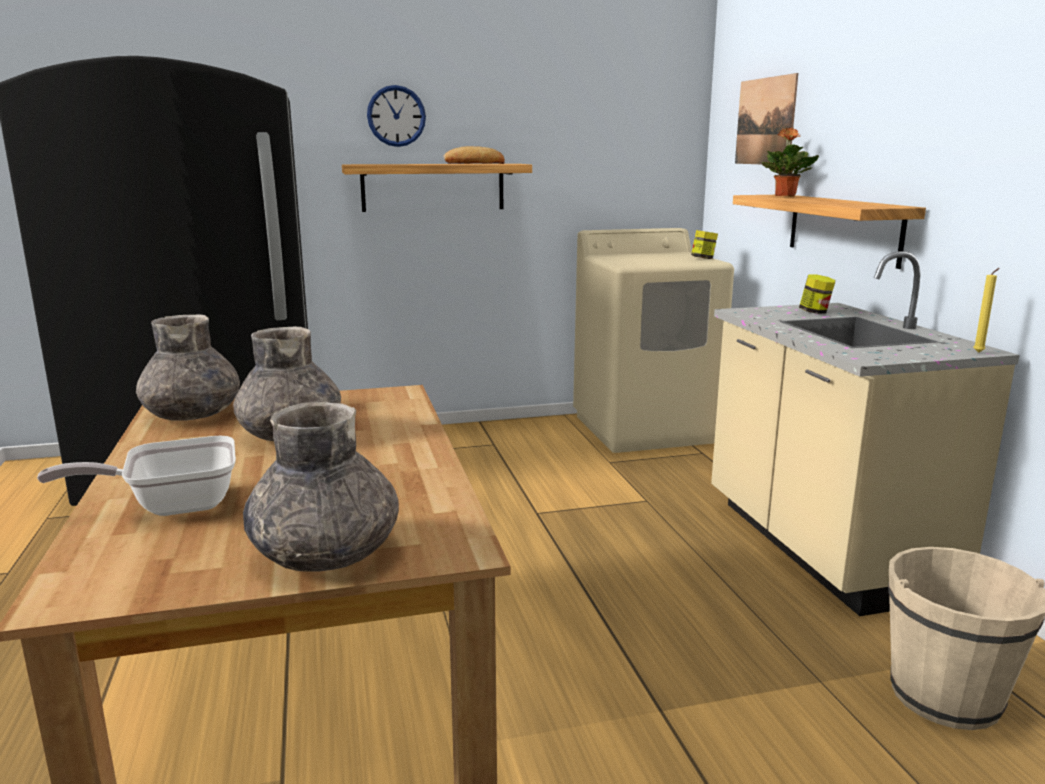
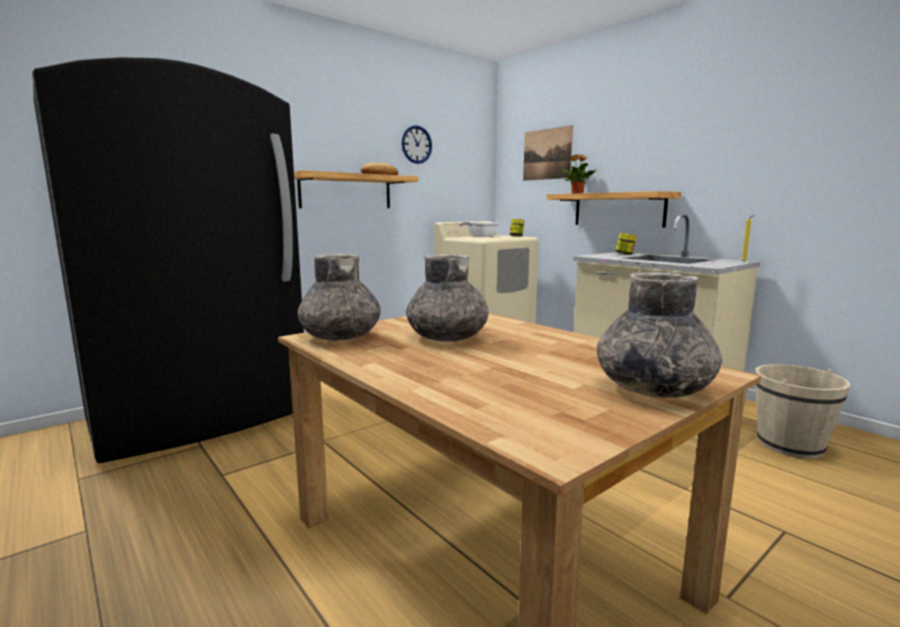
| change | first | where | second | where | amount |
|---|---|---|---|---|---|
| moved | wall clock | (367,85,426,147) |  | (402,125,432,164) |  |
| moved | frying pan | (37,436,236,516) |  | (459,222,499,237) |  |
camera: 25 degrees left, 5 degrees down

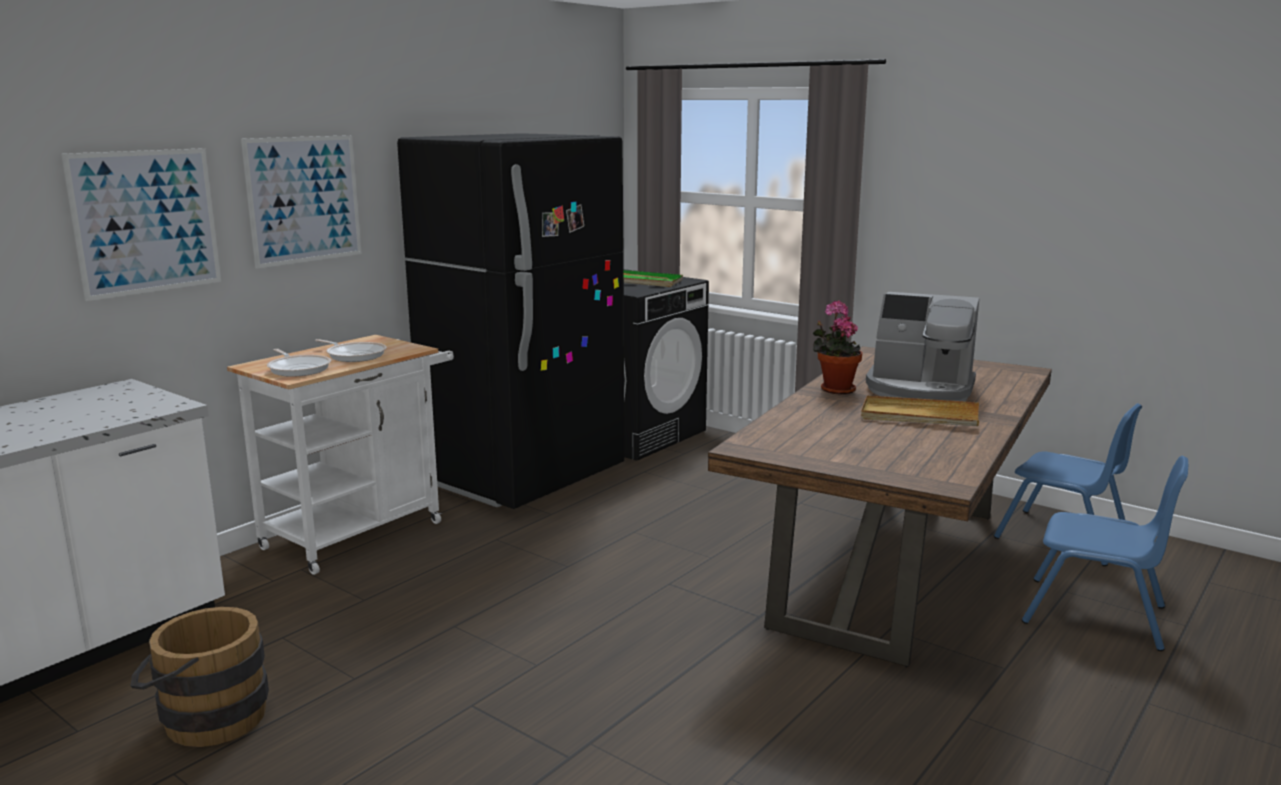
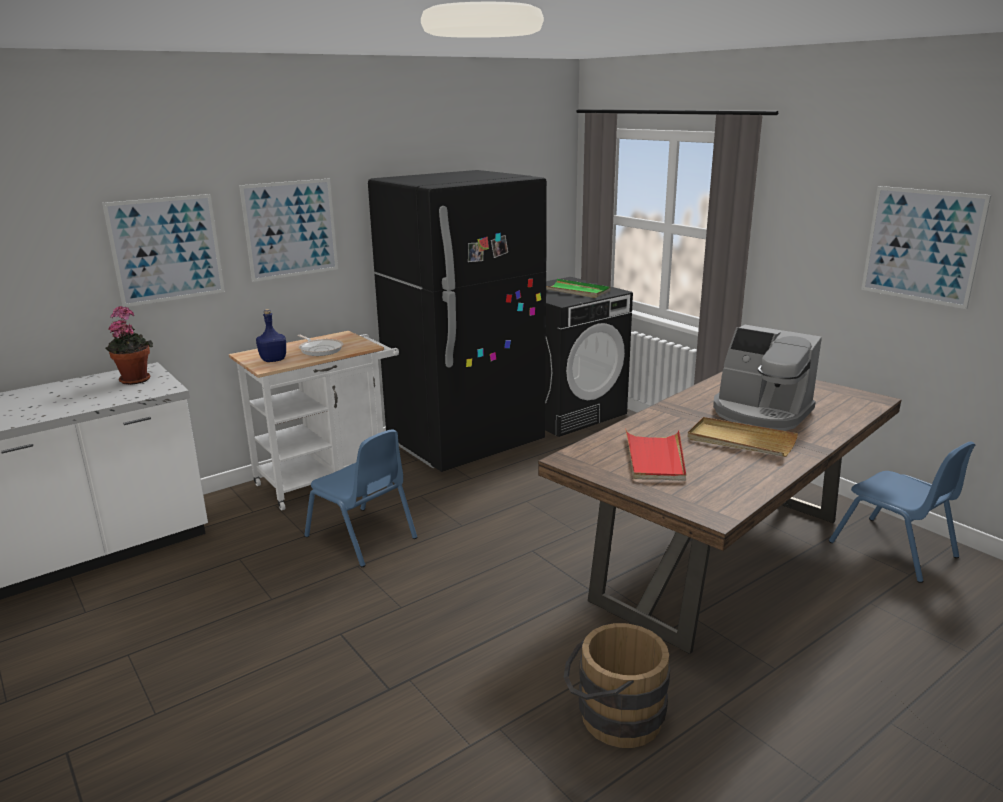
| change | first | where | second | where | amount |
|---|---|---|---|---|---|
| moved | potted plant | (813,300,862,395) |  | (105,306,153,385) |  |
| replaced | frying pan | (267,349,331,377) | blue bottle | (256,309,286,362) |  |
| moved | blue chair | (1022,456,1188,651) |  | (304,430,417,567) |  |
| moved | brown bucket | (130,607,269,747) |  | (564,623,670,748) |  |
| added |  |  | picture | (861,186,991,309) |  |
| added |  |  | red tray | (625,429,686,481) |  |
camera: 15 degrees right, 5 degrees up

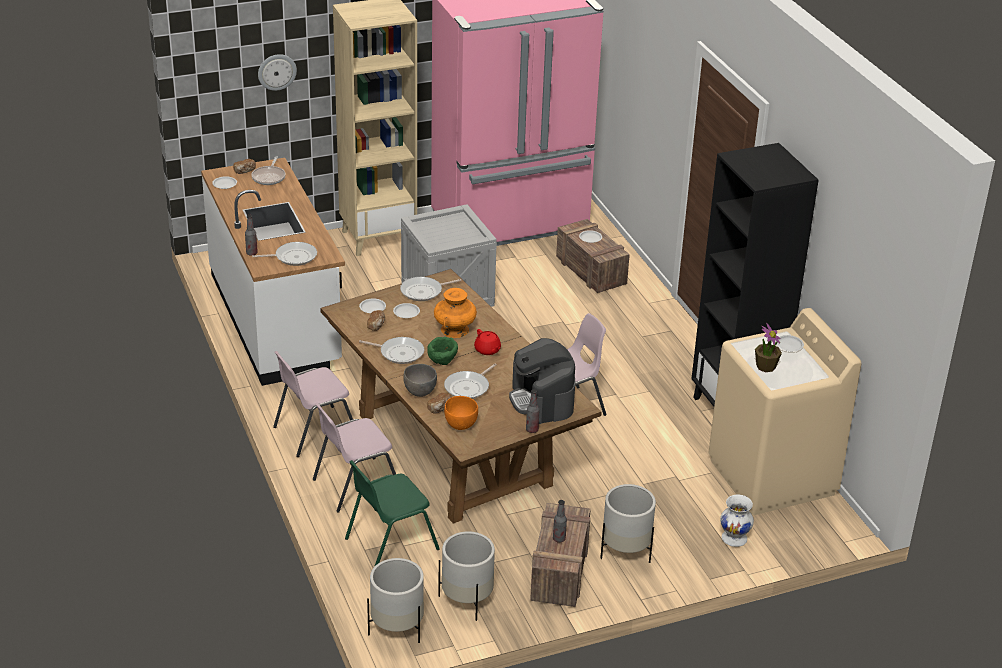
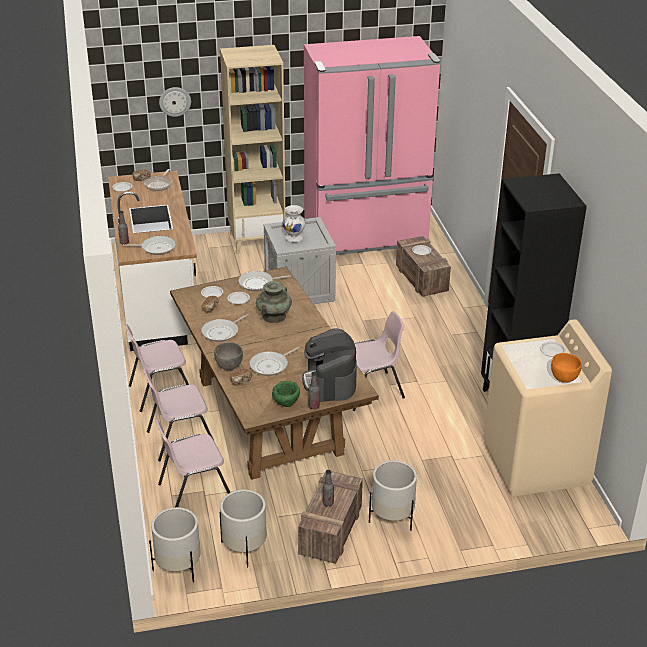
| change | first | where | second | where | amount |
|---|---|---|---|---|---|
| recoloured | orange vase | (434,288,477,338) | turquoise vase | (256,281,292,323) |  |
| removed | potted plant | (755,323,782,372) |  |  |  |
| removed | red teapot | (474,329,501,355) |  |  |  |
| turned | frying pan | (359,337,424,364) |  | (201,314,249,342) | 105 degrees clockwise |
| moved | green bowl | (427,337,458,365) |  | (272,381,300,407) |  |
| moved | orange bowl | (444,396,478,430) |  | (551,353,582,383) |  |
| recoloured | green chair | (345,460,440,567) | pink chair | (155,420,231,507) |  |
| moved | white vase | (720,494,754,547) |  | (282,205,306,242) |  |
camera: 10 degrees right, 0 degrees up

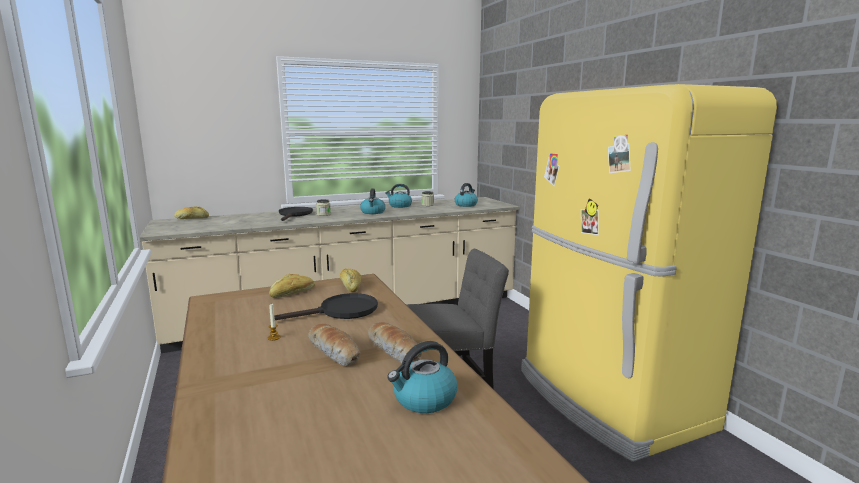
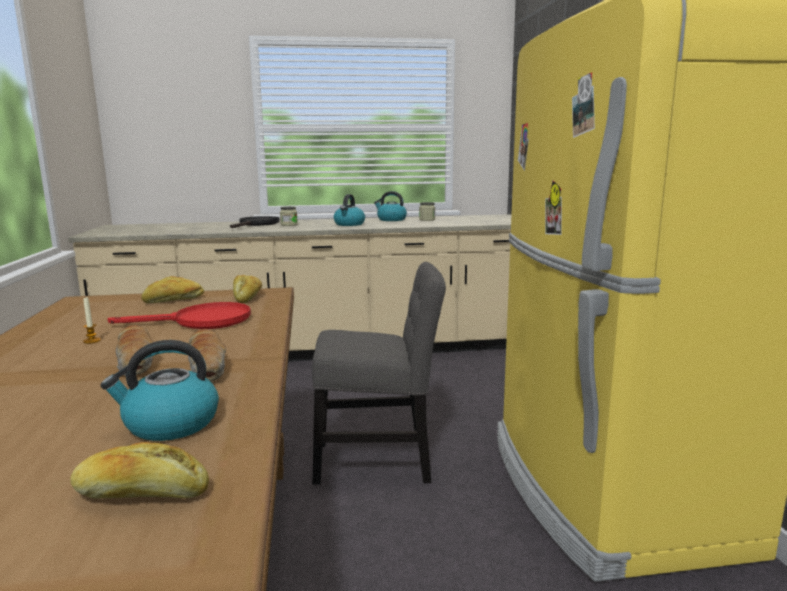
| change | first | where | second | where | amount |
|---|---|---|---|---|---|
| removed | kettle | (454,183,478,207) |  |  |  |
| moved | bread | (174,206,209,219) |  | (70,442,209,498) |  |
| recoloured | black frying pan | (274,293,378,320) | red frying pan | (108,302,251,329) |  |
camera: 15 degrees right, 0 degrees up

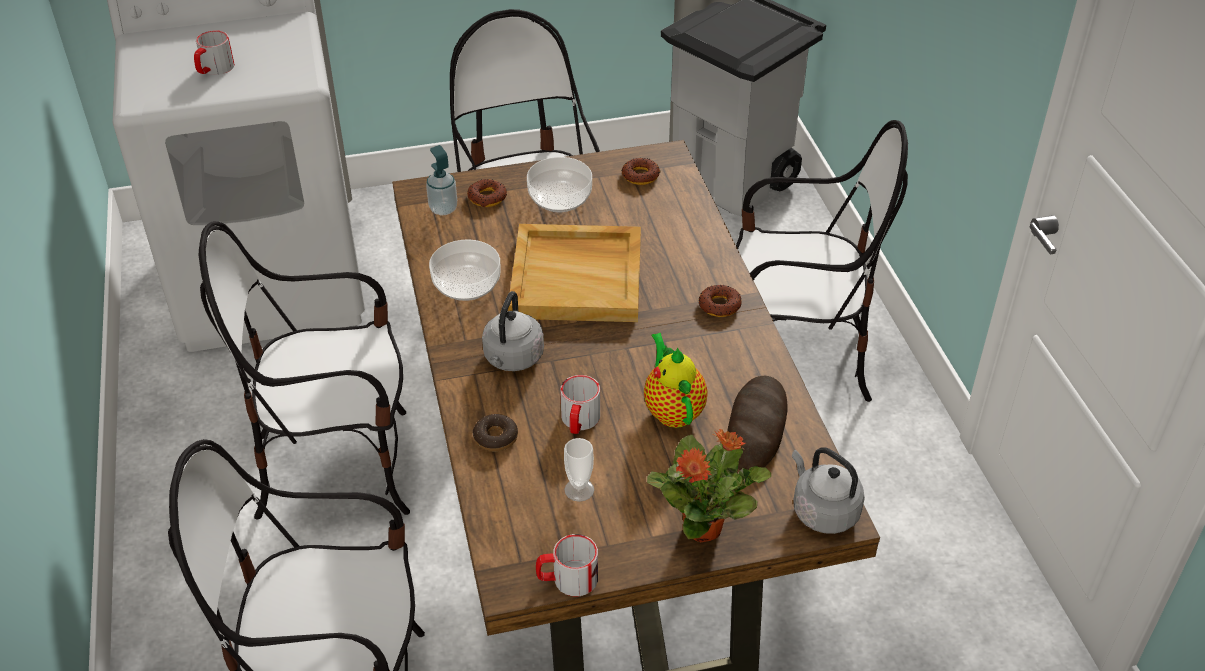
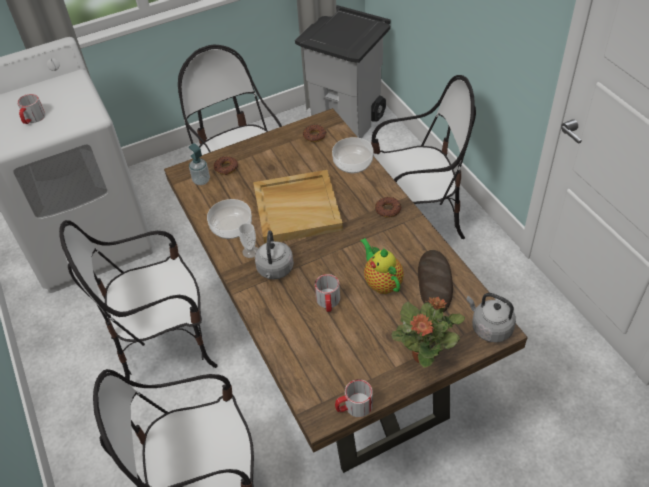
| change | first | where | second | where | amount |
|---|---|---|---|---|---|
| moved | bowl | (527,157,592,212) |  | (332,137,373,173) |  |
| removed | donut | (473,414,518,452) |  |  |  |
| moved | cup | (564,438,594,502) |  | (238,223,258,258) |  |
camera: 10 degrees left, 5 degrees up

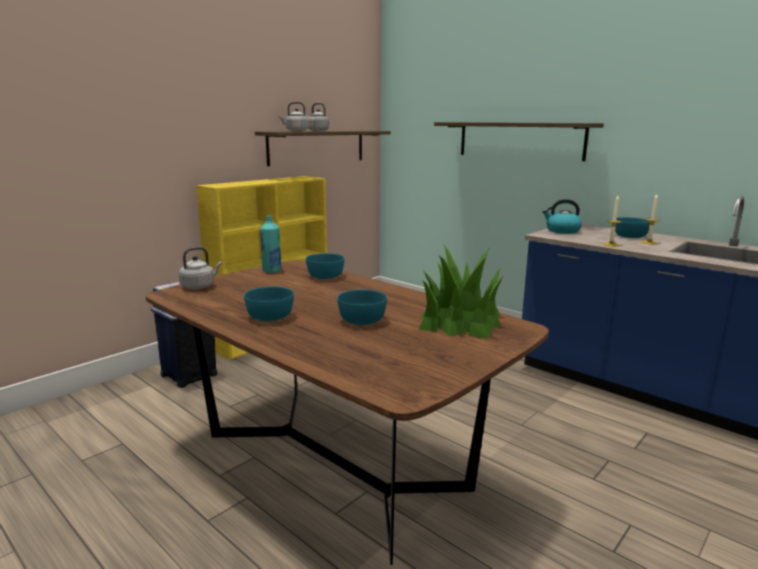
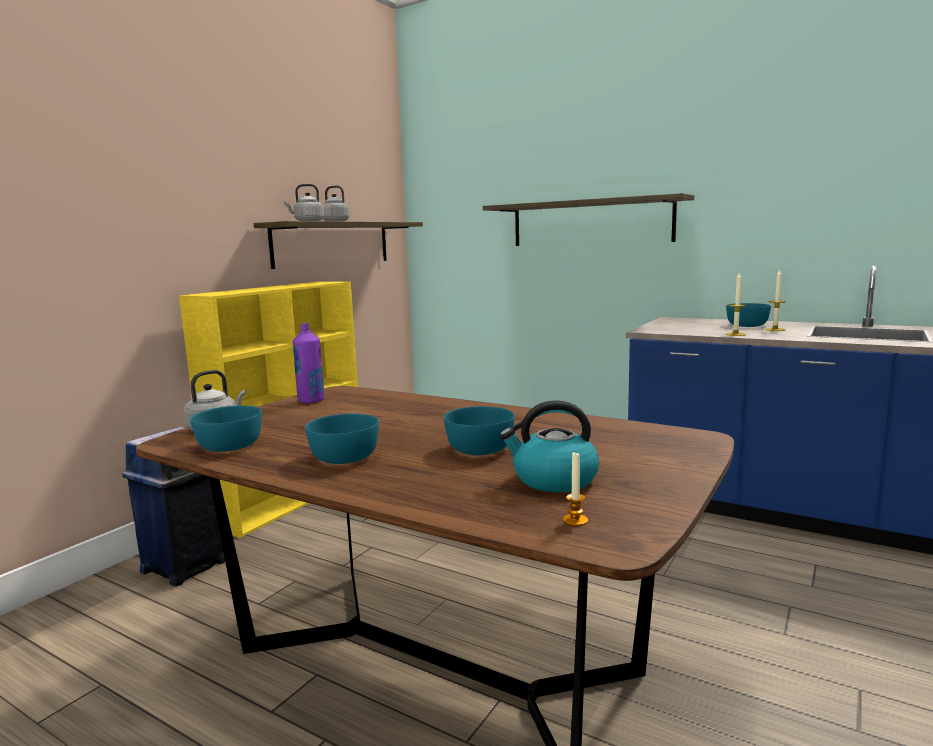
| change | first | where | second | where | amount |
|---|---|---|---|---|---|
| moved | kettle | (542,199,582,234) |  | (500,400,599,492) |  |
| recoloured | turquoise bottle | (260,216,281,273) | purple bottle | (293,323,324,403) |  |
| removed | potted plant | (418,244,504,339) |  |  |  |
| moved | turquoise bowl | (306,253,345,279) |  | (190,406,262,452) |  |
| added |  |  | candle | (563,452,588,526) |  |
camera: 10 degrees left, 5 degrees down

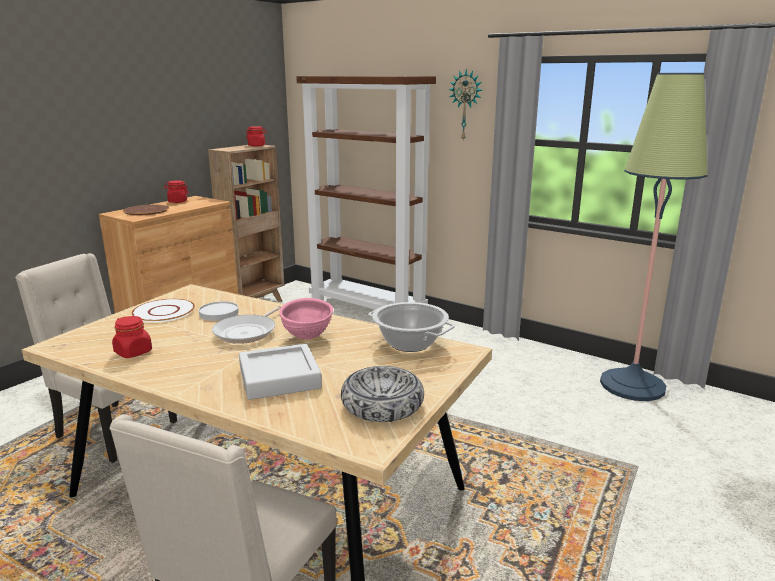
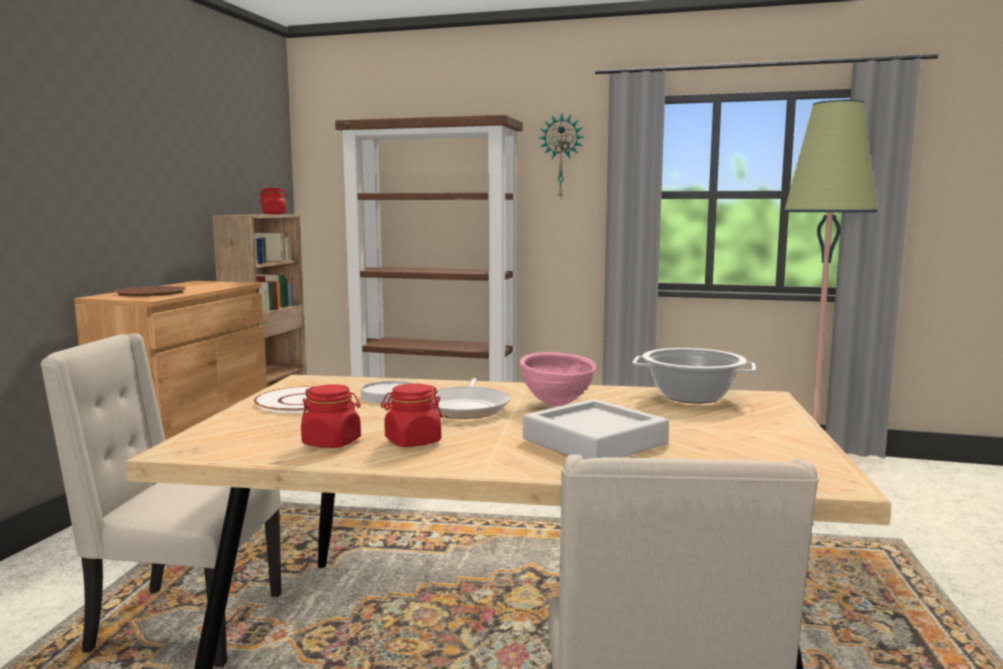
| change | first | where | second | where | amount |
|---|---|---|---|---|---|
| moved | red jar | (164,181,189,203) |  | (381,384,442,447) |  |
| removed | bowl | (341,366,424,422) |  |  |  |
camera: 20 degrees left, 10 degrees down

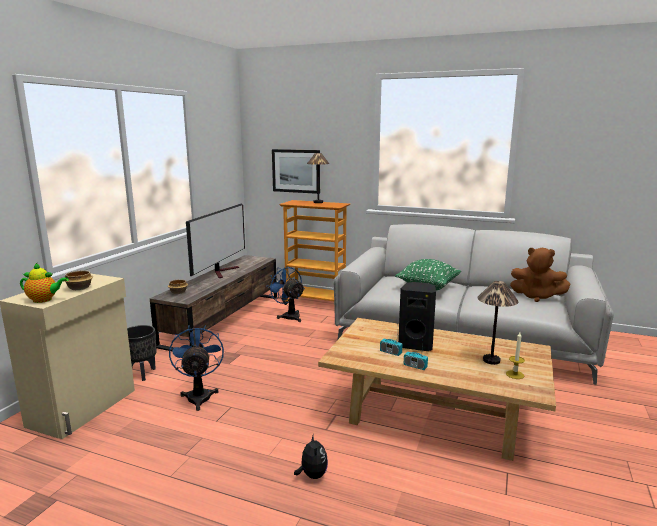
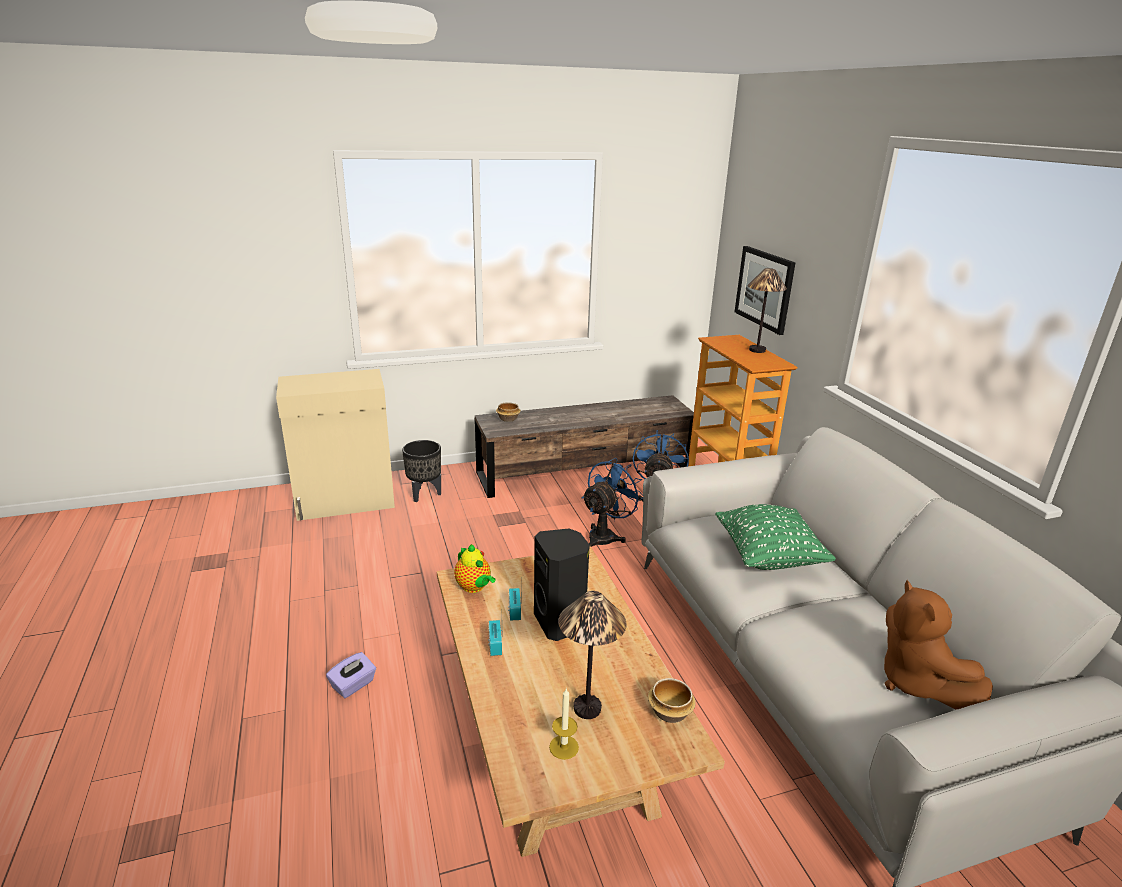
| change | first | where | second | where | amount |
|---|---|---|---|---|---|
| removed | television | (186,204,245,278) |  |  |  |
| moved | teapot | (20,263,69,303) |  | (454,544,496,593) |  |
| moved | bowl | (64,270,93,290) |  | (648,678,696,723) |  |
| moved | blue fan | (169,325,224,411) |  | (582,458,643,547) |  |
| replaced | plush toy | (294,433,328,479) | purple tissue box | (326,652,376,698) |  |
camera: 50 degrees right, 10 degrees up

